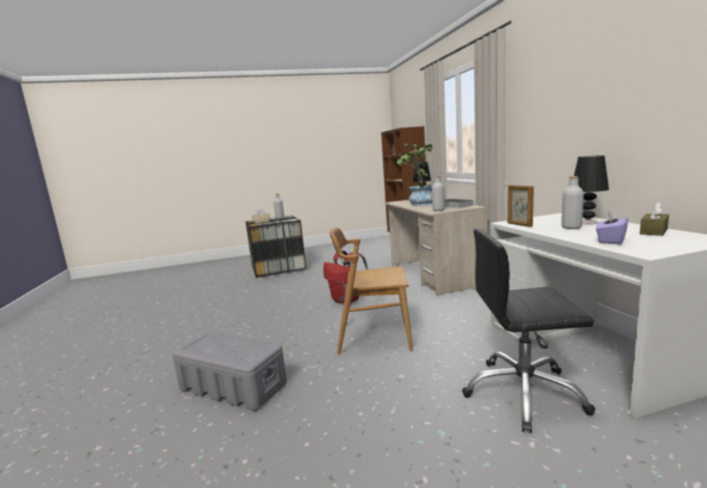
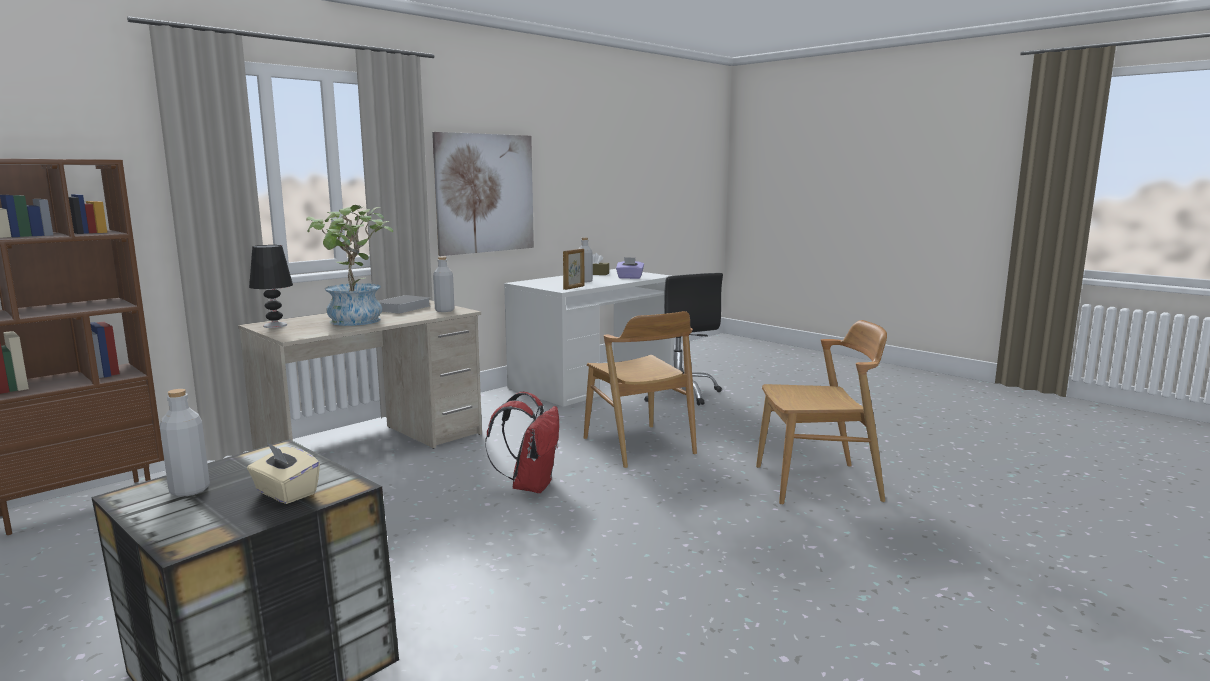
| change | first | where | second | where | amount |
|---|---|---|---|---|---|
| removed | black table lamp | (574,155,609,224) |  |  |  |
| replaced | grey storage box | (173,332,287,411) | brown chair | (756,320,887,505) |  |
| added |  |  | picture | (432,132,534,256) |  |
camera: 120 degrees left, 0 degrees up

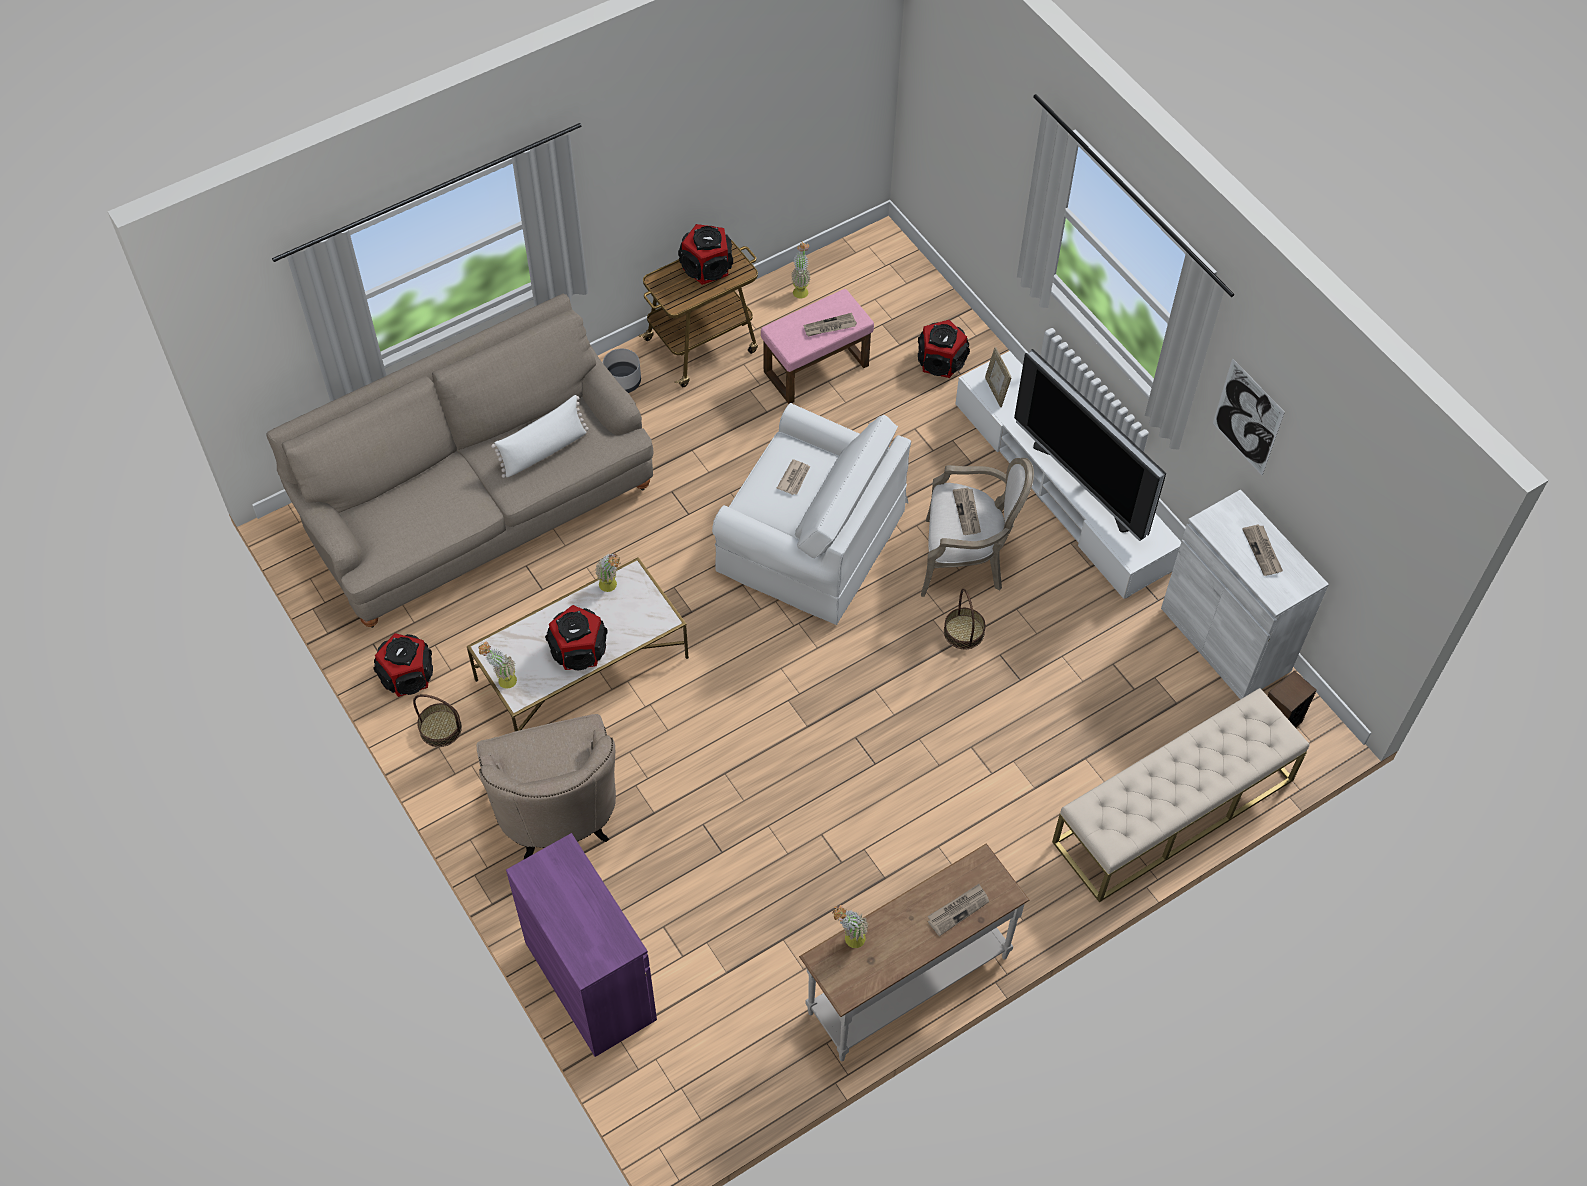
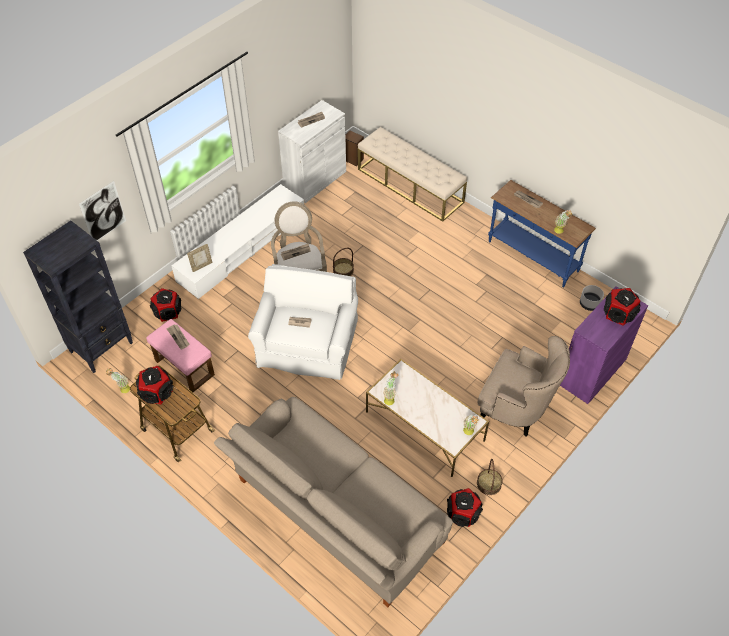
| change | first | where | second | where | amount |
|---|---|---|---|---|---|
| moved | grey planter | (603,349,641,393) |  | (580,285,604,311) |  |
| removed | television | (1014,349,1166,541) |  |  |  |
| moved | picture | (1213,358,1285,476) |  | (79,181,126,241) |  |
| removed | white pillow | (491,395,589,478) |  |  |  |
| moved | speaker | (545,605,608,670) |  | (604,288,641,326) |  |
| turned | beige armchair | (477,714,616,859) |  | (478,336,570,437) | 60 degrees clockwise |
| recoloured | white console table | (799,843,1030,1061) | blue console table | (488,180,596,287) |  |
| added |  |  | black bookcase | (23,221,133,373) |  |
camera: 105 degrees left, 5 degrees down

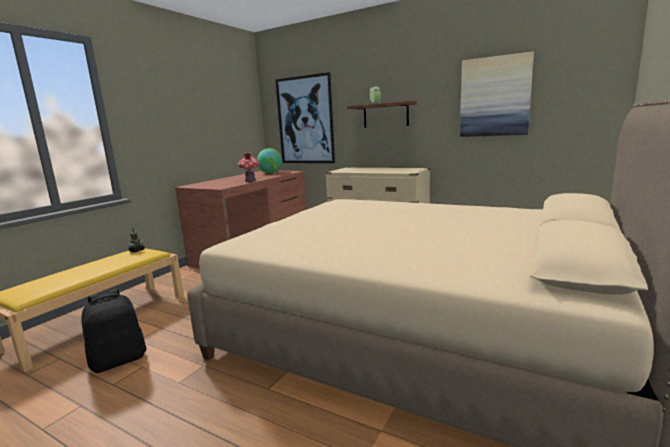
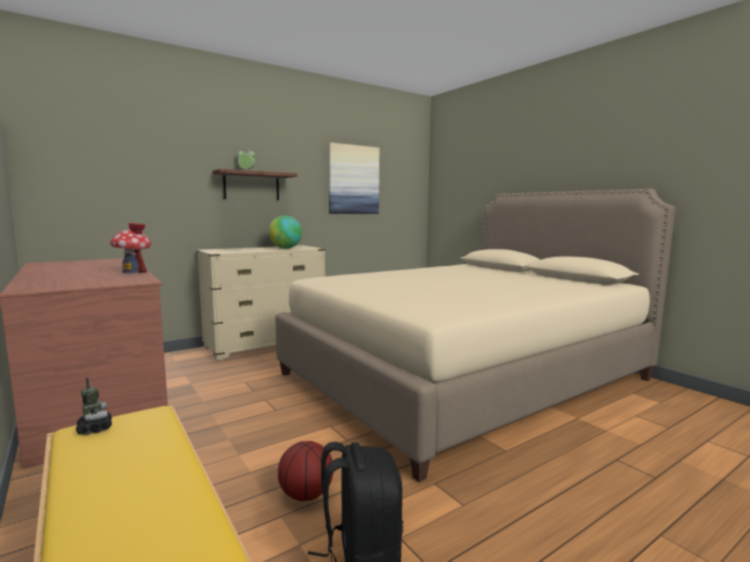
| change | first | where | second | where | amount |
|---|---|---|---|---|---|
| removed | picture | (275,72,335,163) |  |  |  |
| moved | globe | (257,148,282,174) |  | (268,215,302,249) |  |
| added |  |  | basketball | (278,441,334,501) |  |
camera: 65 degrees left, 5 degrees down

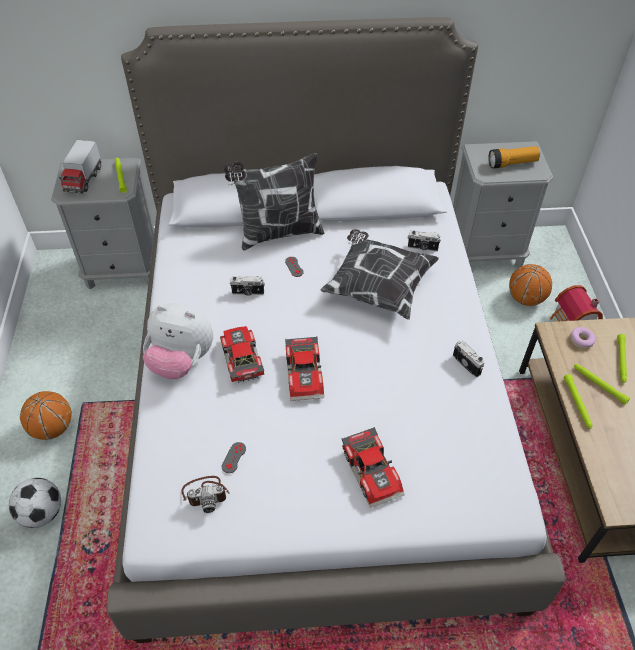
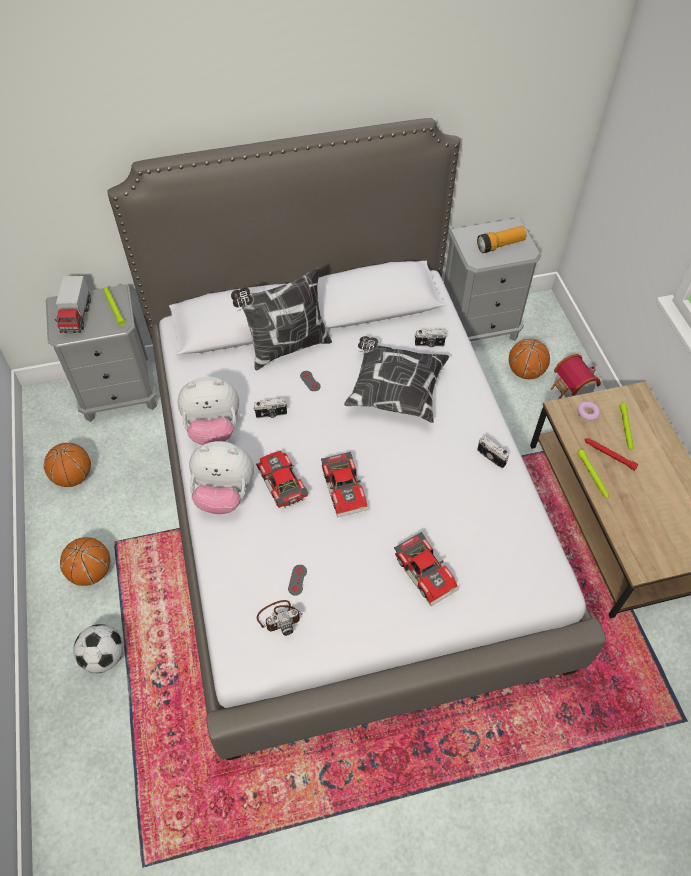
| change | first | where | second | where | amount |
|---|---|---|---|---|---|
| recoloured | green flashlight | (574,364,630,405) | red flashlight | (585,438,638,471) |  |
| added |  |  | plush toy | (177,377,239,445) |  |
| added |  |  | basketball | (44,443,91,487) |  |
camera: 10 degrees left, 5 degrees up

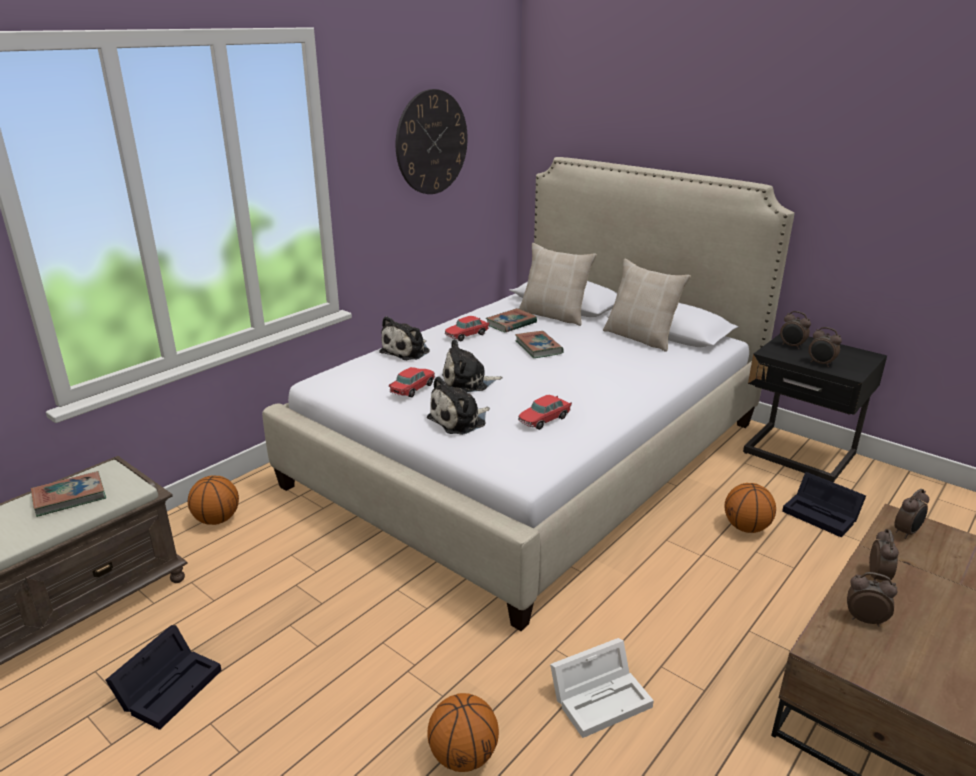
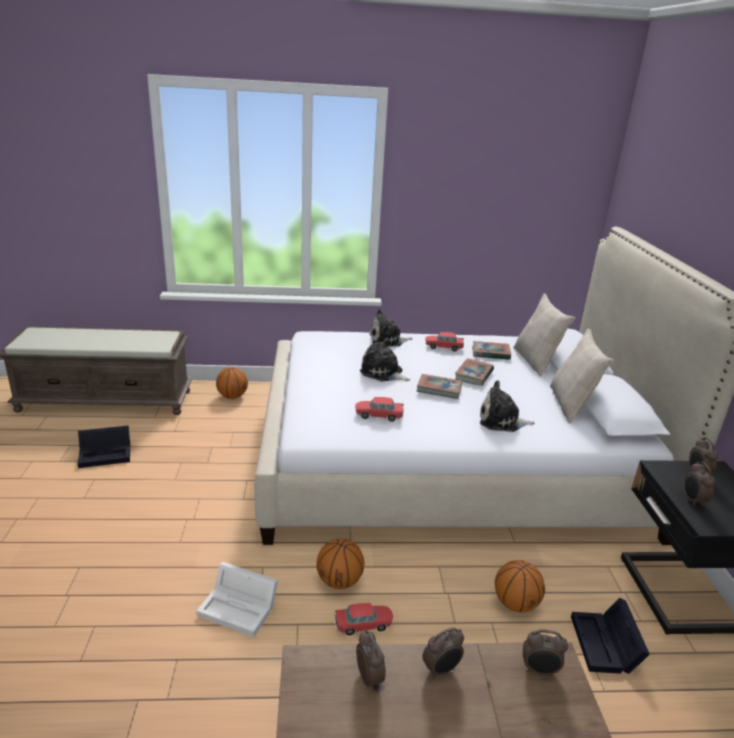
| change | first | where | second | where | amount |
|---|---|---|---|---|---|
| removed | wall clock | (396,89,468,194) |  |  |  |
| moved | toy car | (389,367,435,397) |  | (335,603,393,635) |  |
| moved | plush toy | (427,376,490,435) |  | (480,380,535,432) |  |
| moved | book | (31,471,106,517) |  | (417,374,462,399) |  |
| moved | basketball | (427,693,499,772) |  | (316,538,364,589) |  |
camera: 45 degrees right, 0 degrees up

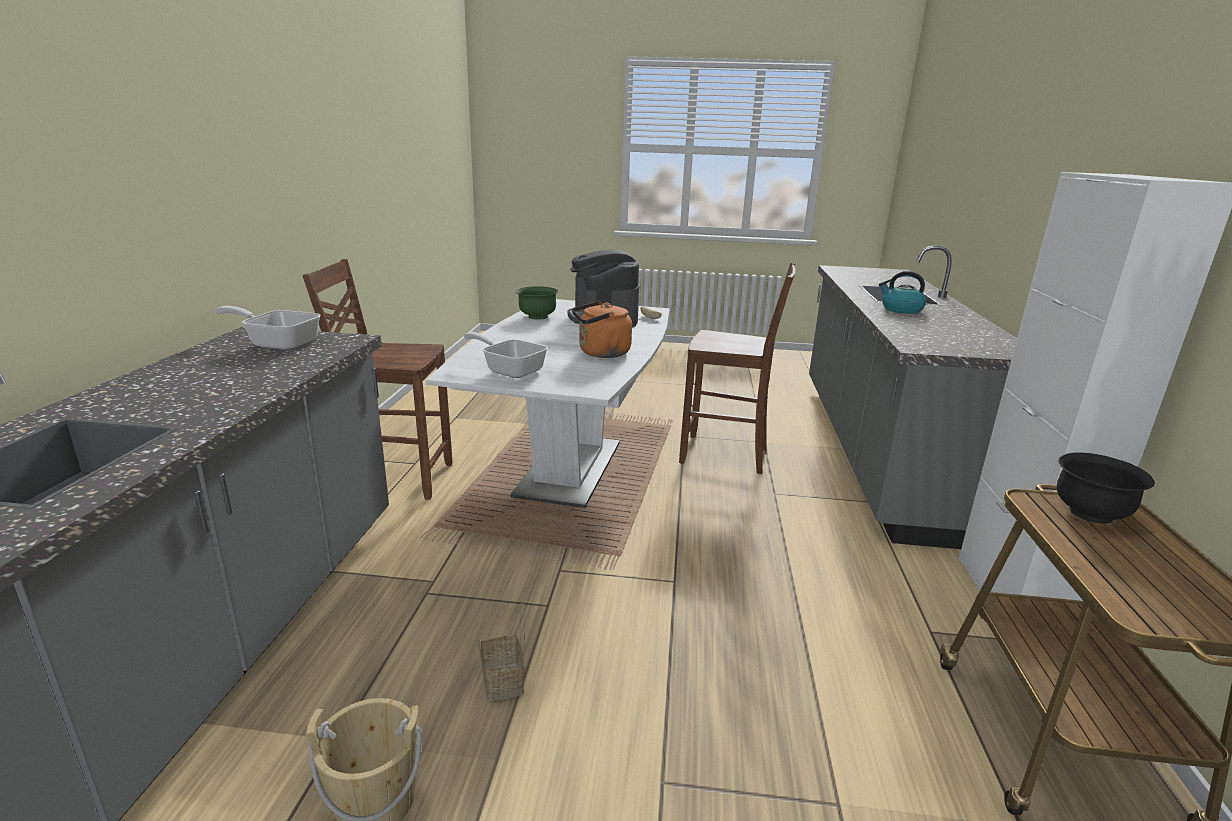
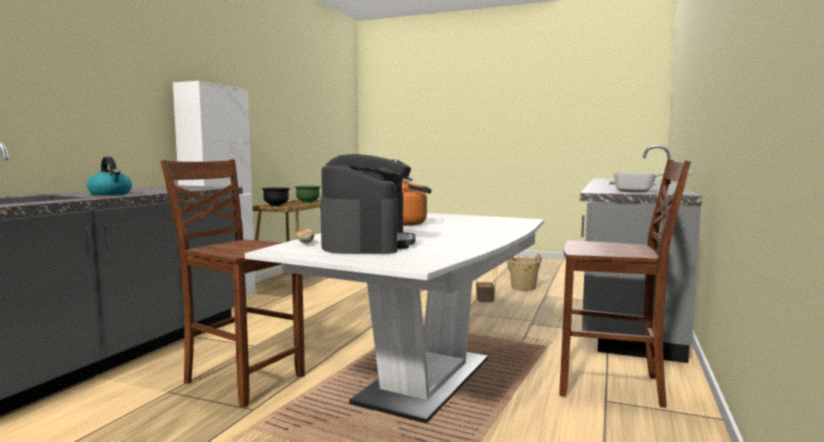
| change | first | where | second | where | amount |
|---|---|---|---|---|---|
| moved | green bowl | (515,286,559,320) |  | (294,186,321,203) |  |
| removed | frying pan | (464,332,548,378) |  |  |  |
camera: 165 degrees left, 15 degrees down

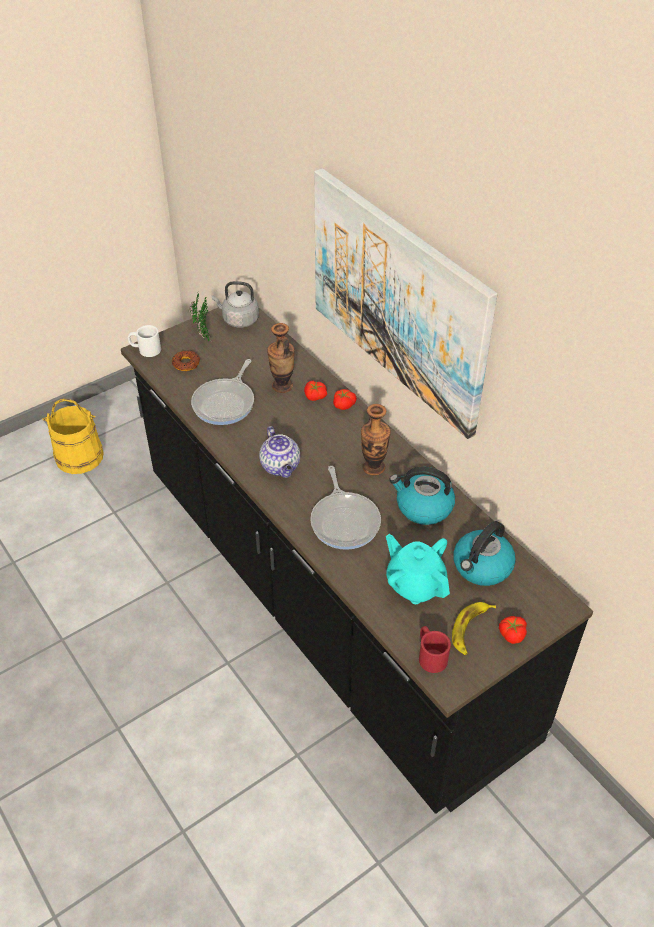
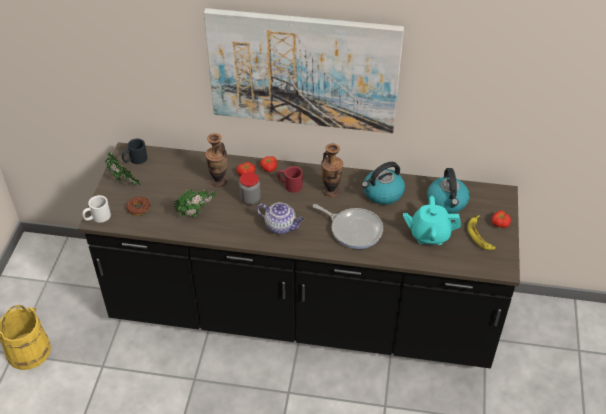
| change | first | where | second | where | amount |
|---|---|---|---|---|---|
| replaced | grey kettle | (212,281,259,328) | black mug | (122,139,148,164) |  |
| replaced | frying pan | (191,359,254,425) | potted plant | (173,188,216,218) |  |
| moved | red mug | (419,626,451,673) |  | (277,166,303,193) |  |
| added |  |  | jar | (239,172,261,205) |  |
camera: 45 degrees left, 0 degrees up

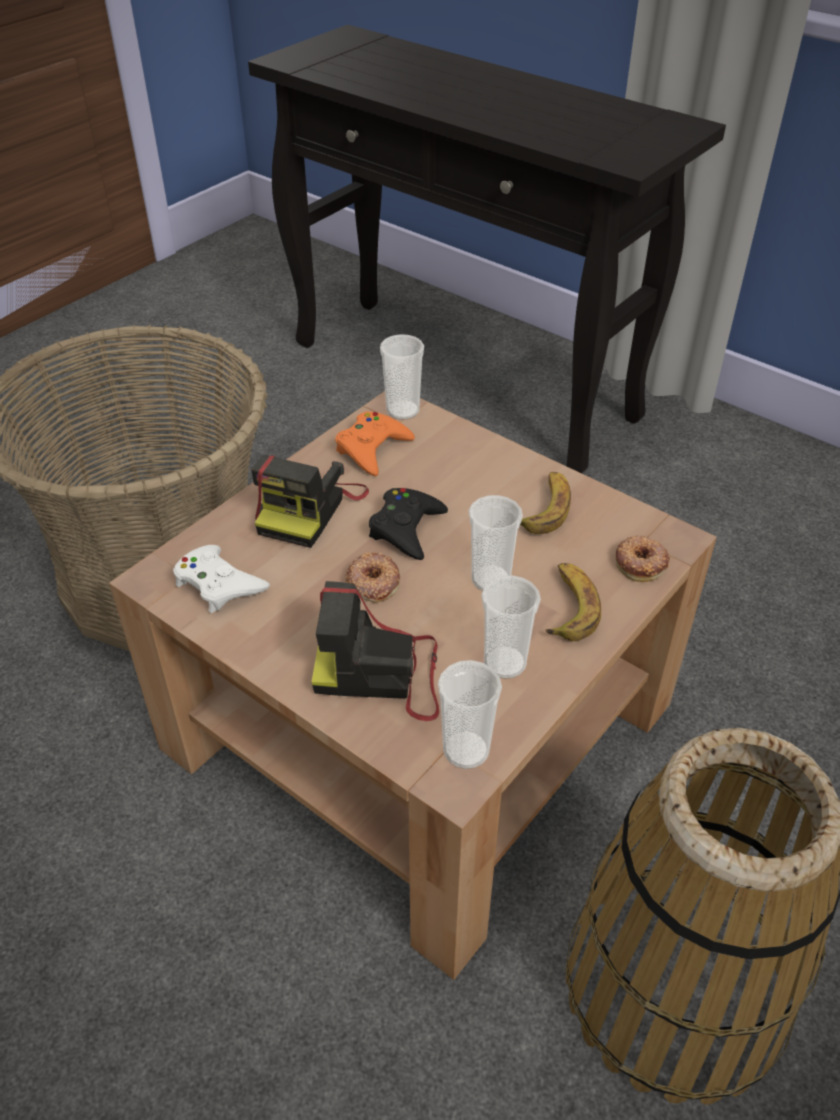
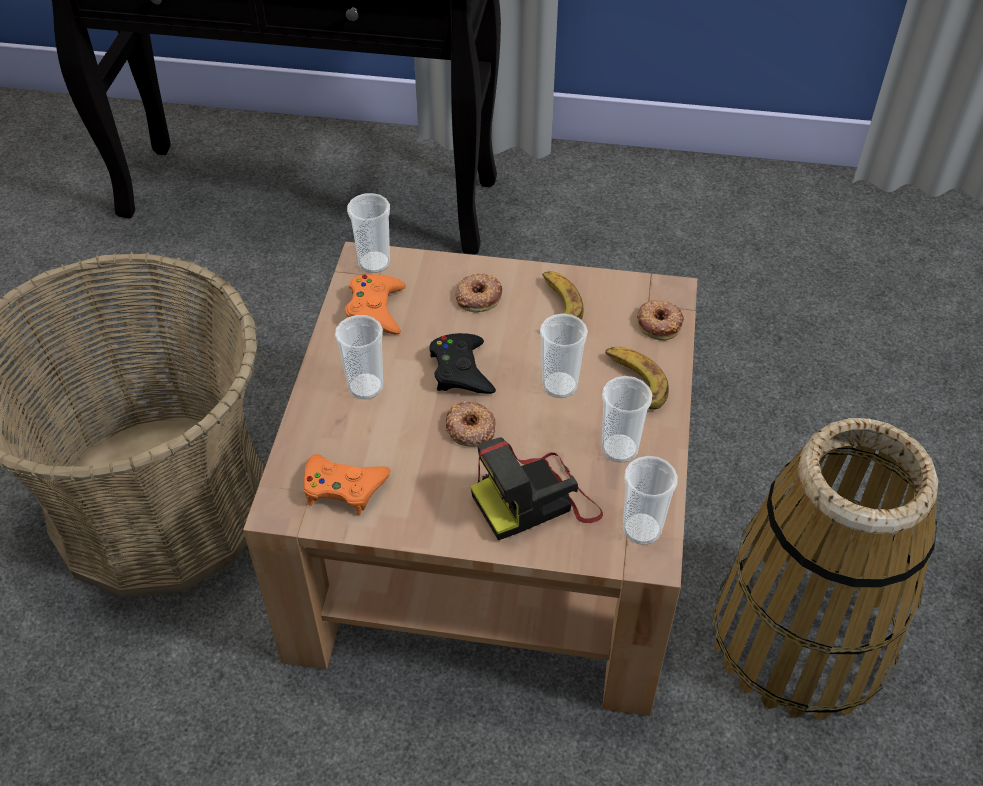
| change | first | where | second | where | amount |
|---|---|---|---|---|---|
| replaced | photo camera | (251,455,369,548) | cup | (335,315,383,399) |  |
| recoloured | white game controller | (173,545,270,613) | orange game controller | (304,454,391,515) |  |
| added |  |  | donut | (455,274,502,313) |  |
camera: 30 degrees left, 5 degrees up

